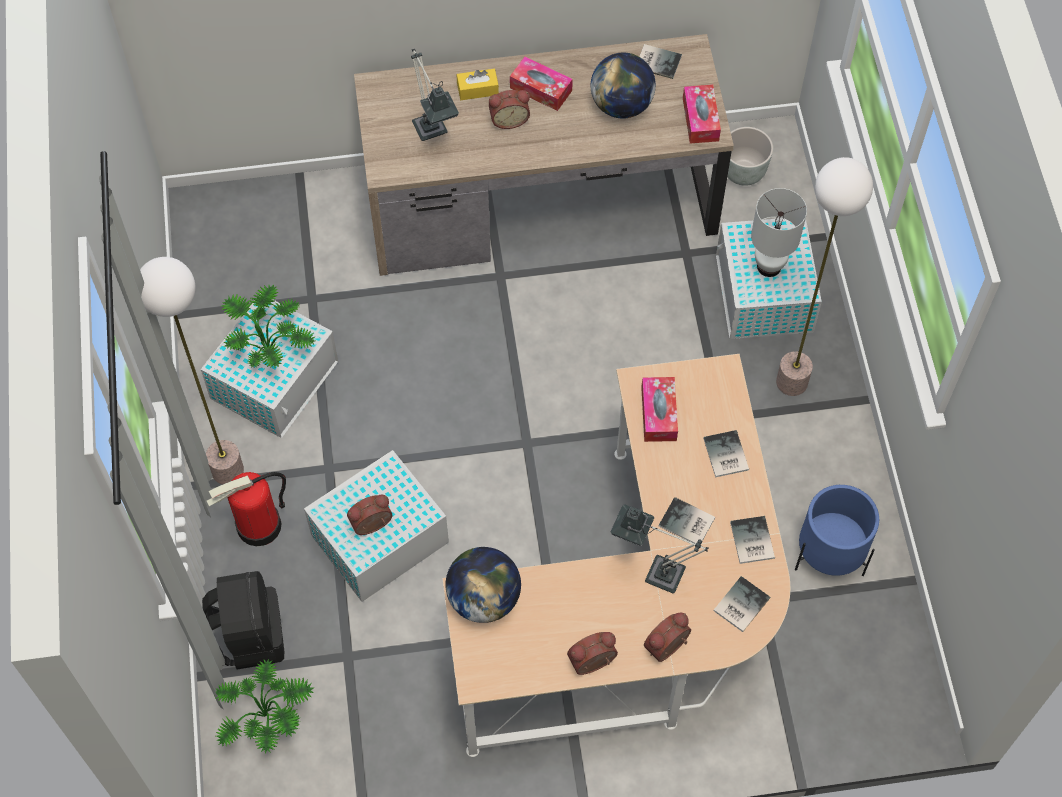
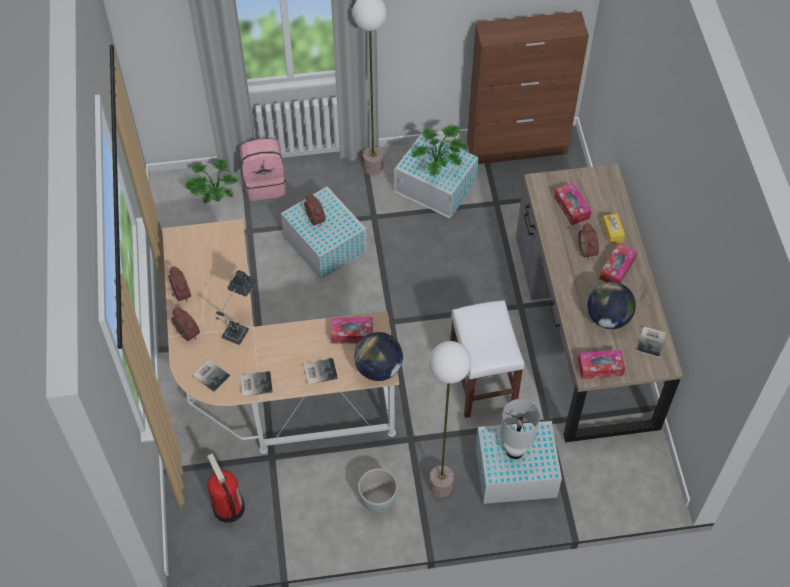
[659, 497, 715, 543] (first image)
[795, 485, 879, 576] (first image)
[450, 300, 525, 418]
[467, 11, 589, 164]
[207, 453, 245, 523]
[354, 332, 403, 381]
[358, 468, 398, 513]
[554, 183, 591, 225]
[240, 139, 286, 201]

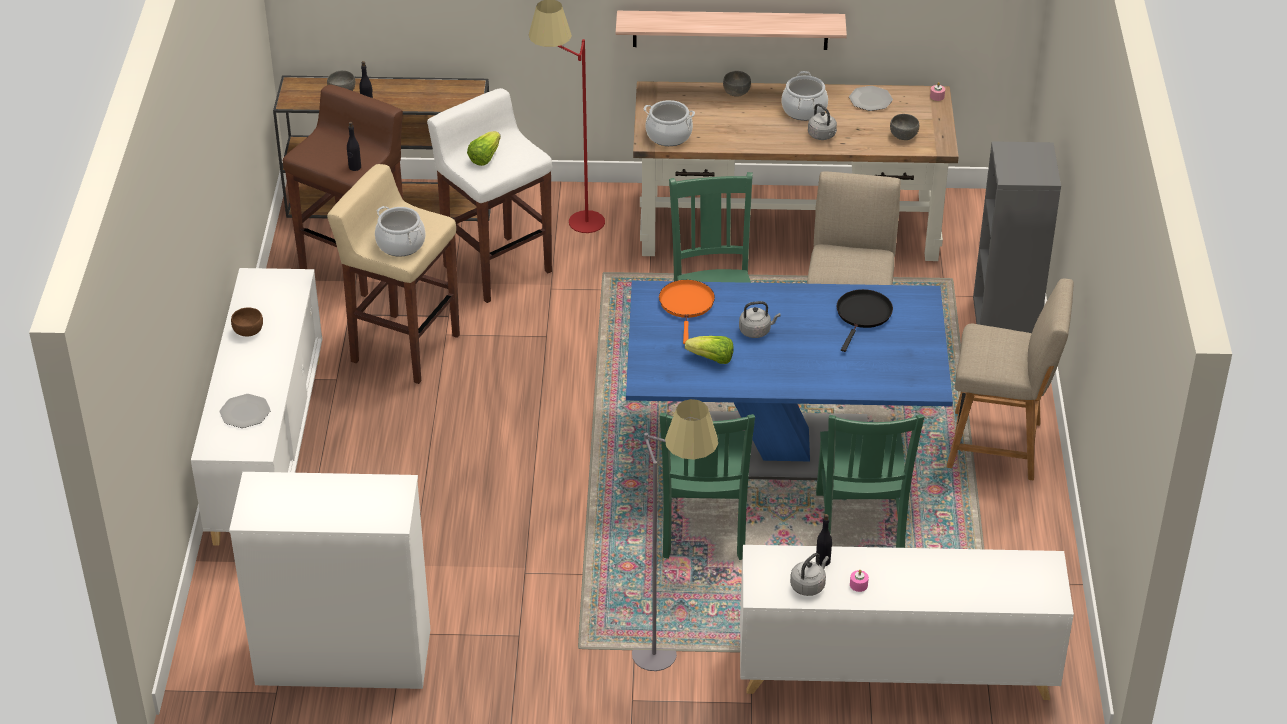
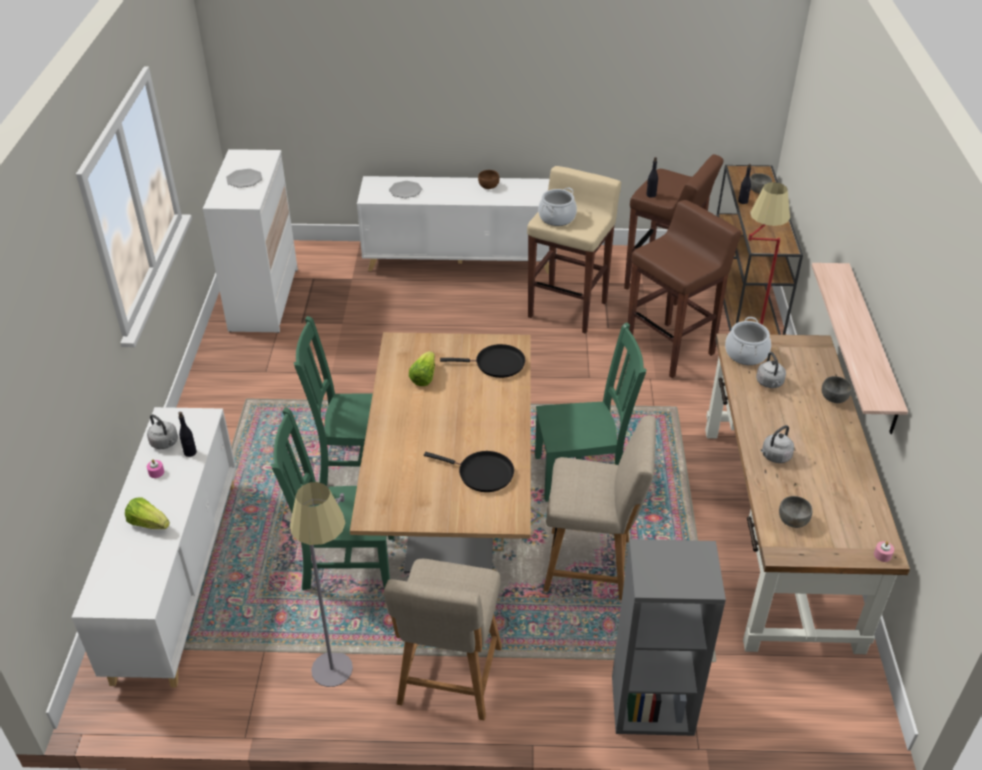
[782, 71, 828, 121] (first image)
[125, 498, 170, 529]
[290, 482, 353, 687]
[756, 352, 786, 388]
[226, 169, 262, 188]
[628, 200, 742, 378]
[350, 332, 531, 573]
[440, 344, 525, 378]

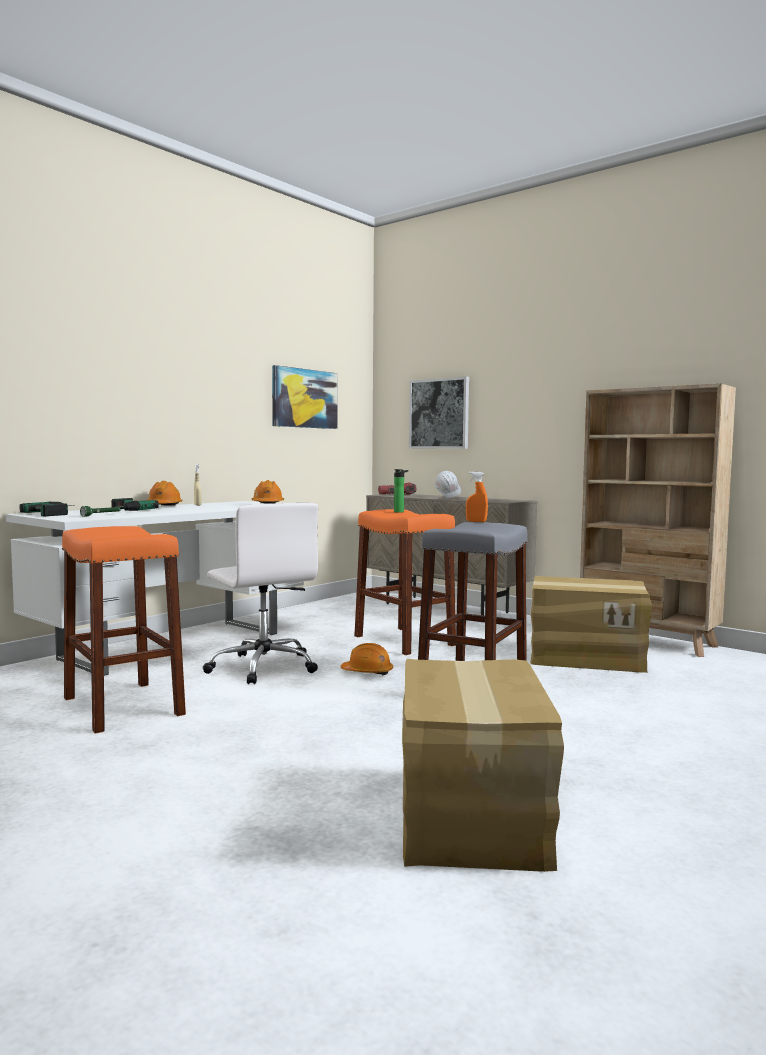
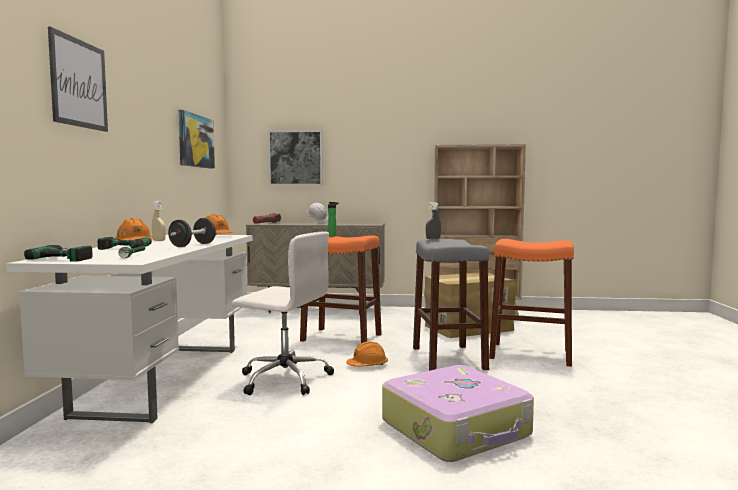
[402, 659, 564, 872] (first image)
[48, 27, 108, 132]
[168, 218, 216, 247]
[382, 365, 534, 462]
[489, 239, 574, 367]
[426, 202, 441, 239]

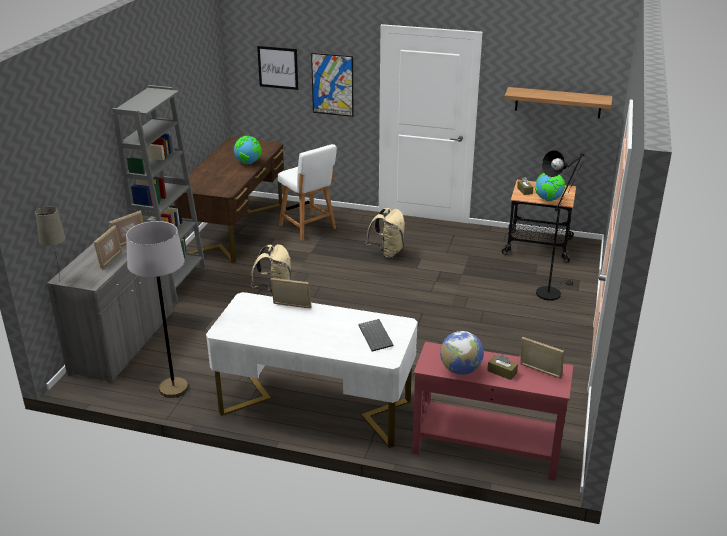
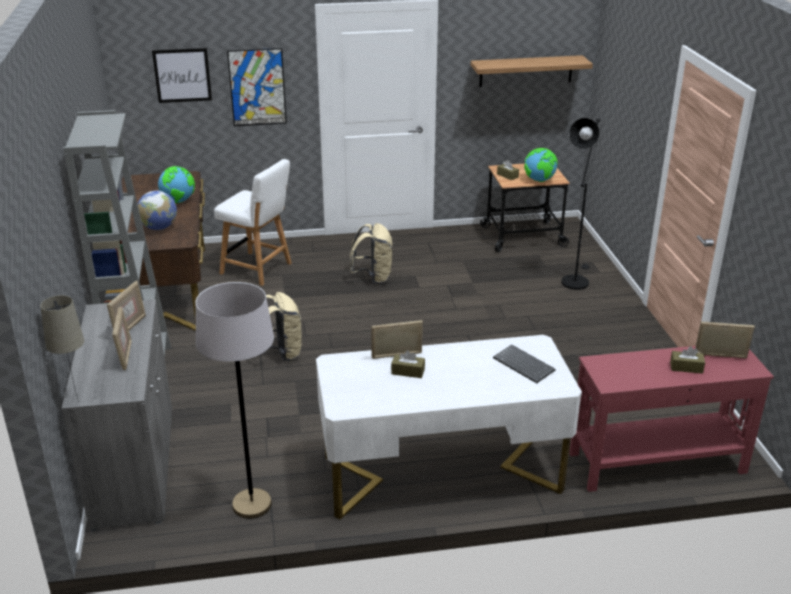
[391, 350, 425, 378]
[138, 191, 177, 230]

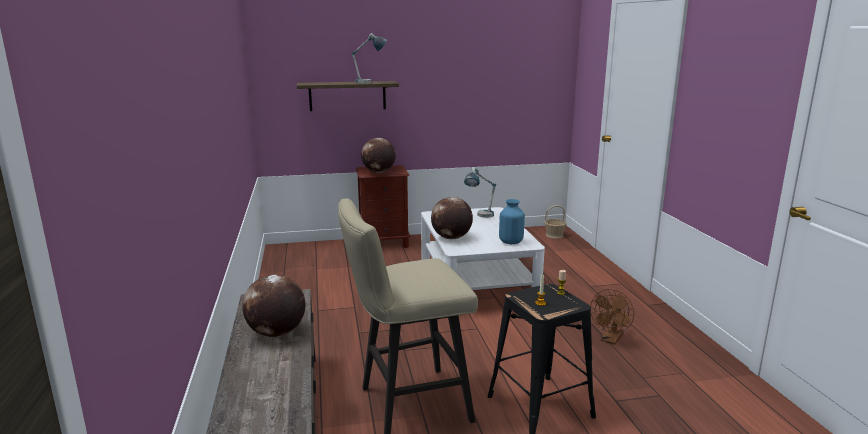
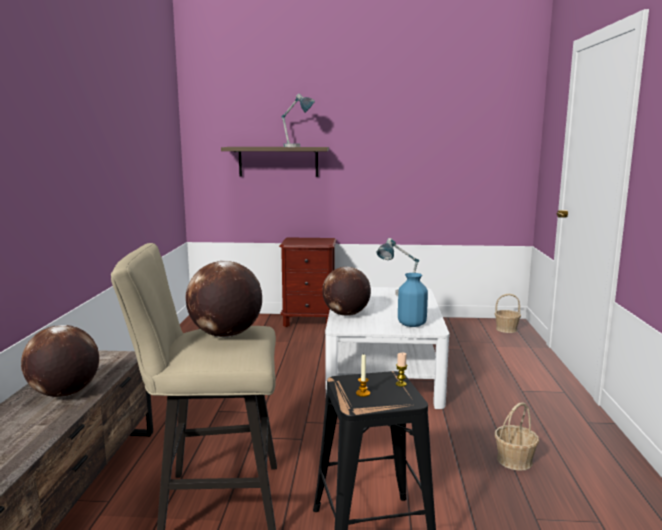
[185, 261, 262, 337]
[495, 402, 539, 471]

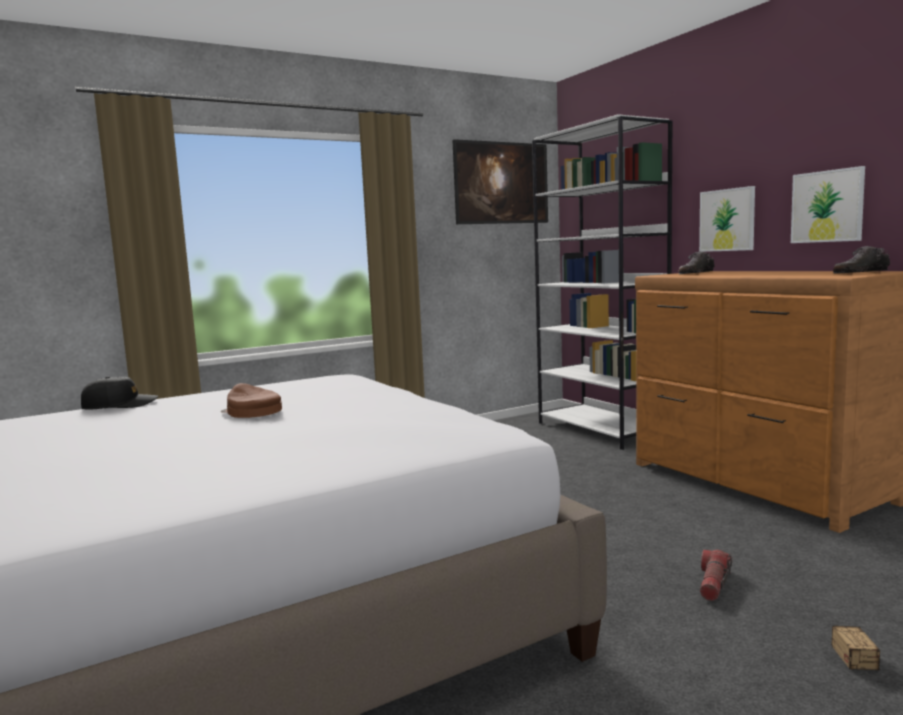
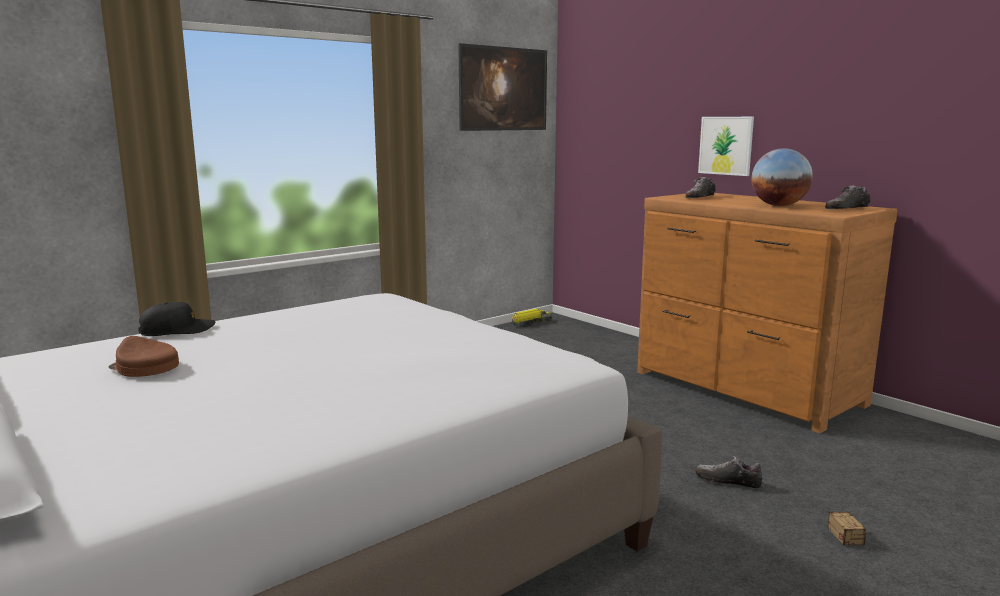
[532, 114, 672, 450] (first image)
[791, 166, 865, 243] (first image)
[511, 309, 552, 327]
[751, 148, 813, 206]
[108, 336, 179, 377]
[696, 456, 762, 488]

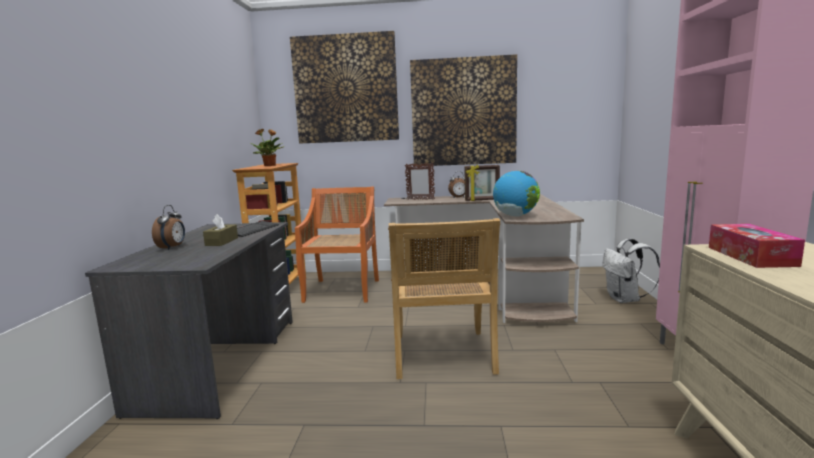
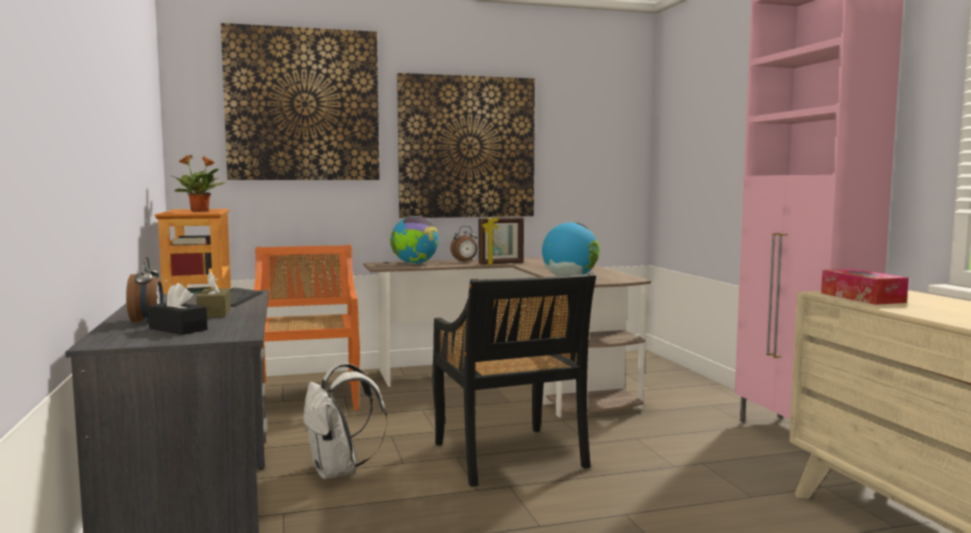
[148, 283, 207, 335]
[303, 363, 387, 480]
[390, 216, 439, 264]
[432, 273, 596, 487]

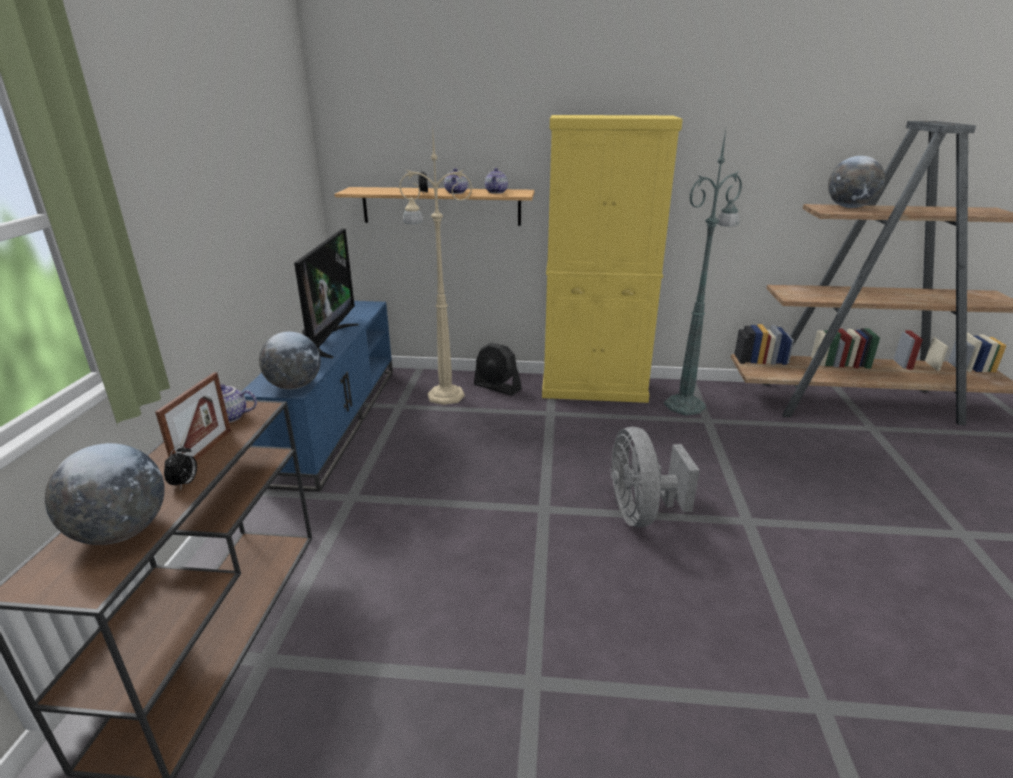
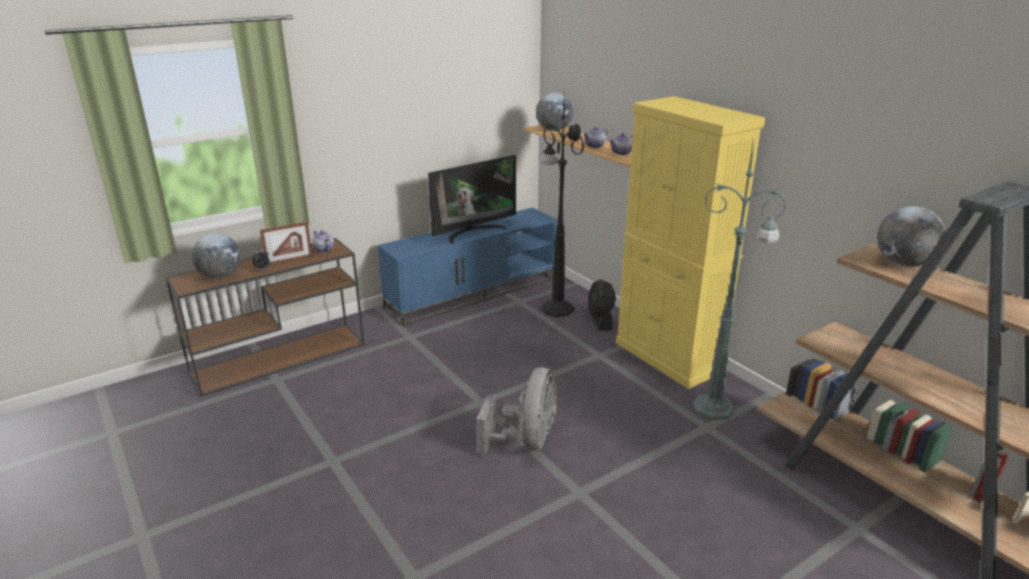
[536, 93, 573, 131]
[541, 92, 584, 317]
[476, 367, 556, 455]

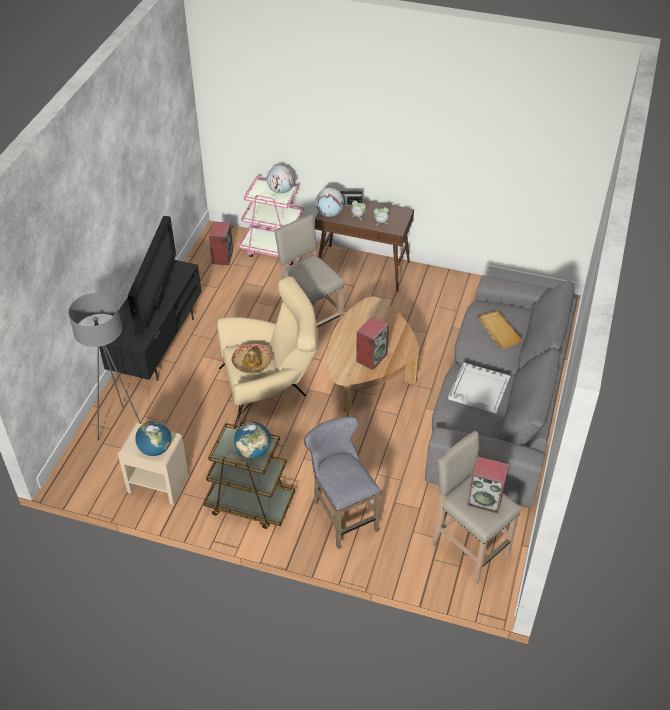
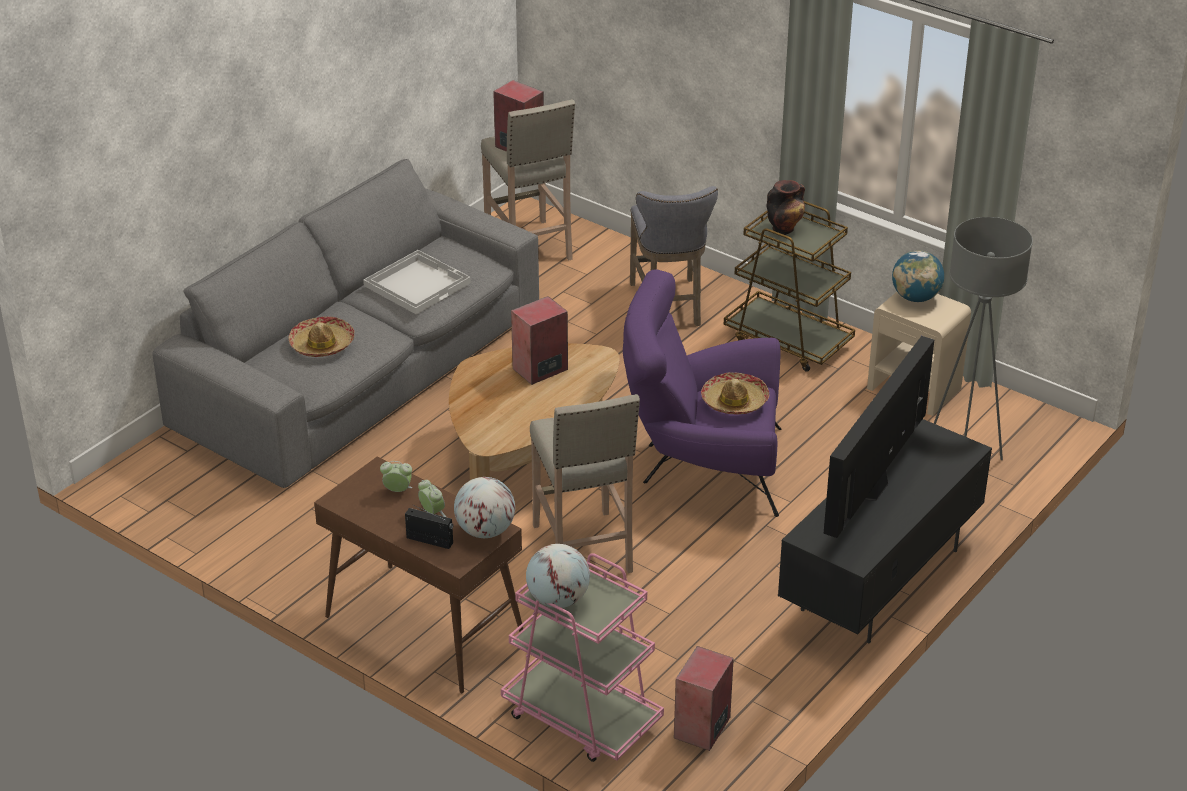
[766, 180, 805, 235]
[289, 317, 355, 357]
[623, 269, 782, 517]

